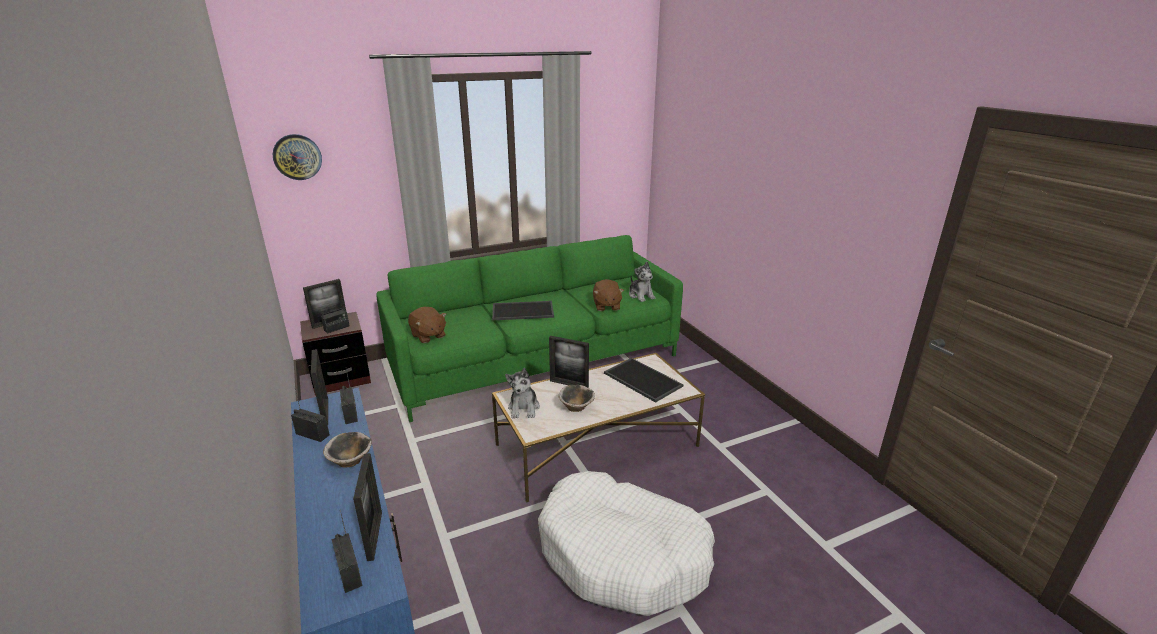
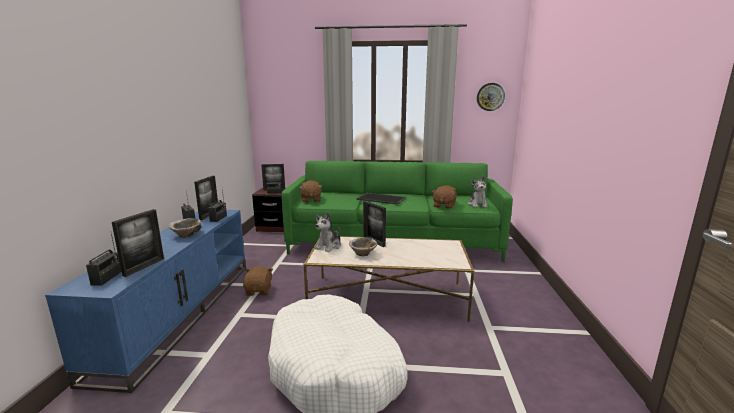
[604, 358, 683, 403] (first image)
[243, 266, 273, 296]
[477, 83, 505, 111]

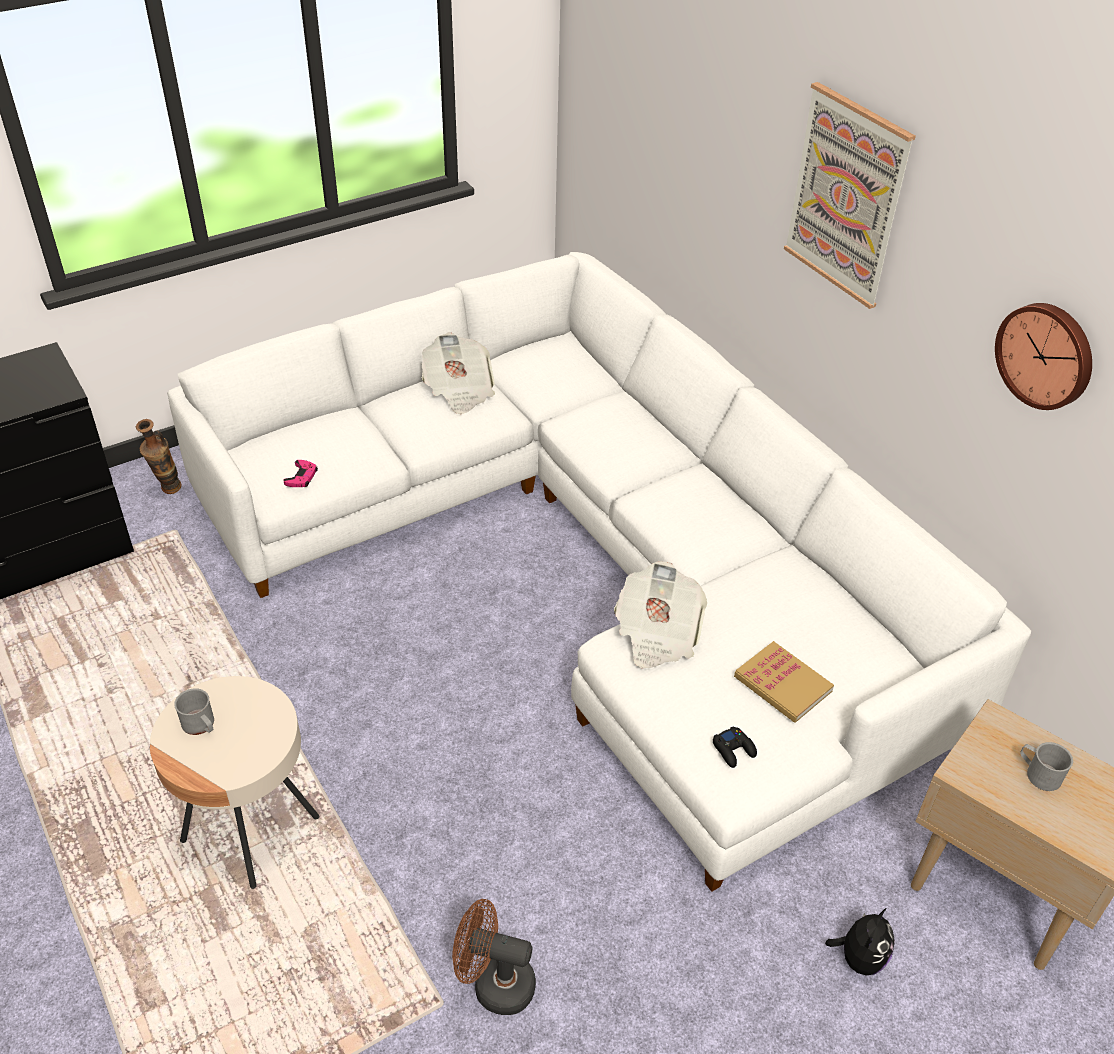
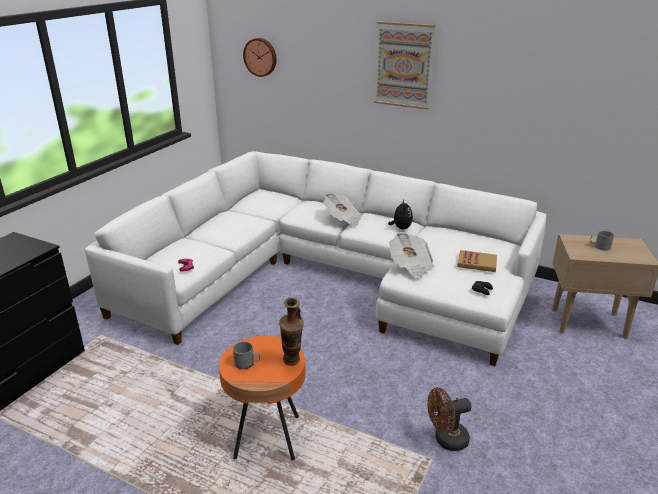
[279, 297, 304, 366]
[323, 193, 363, 226]
[388, 200, 413, 229]
[243, 38, 277, 77]
[219, 336, 305, 460]

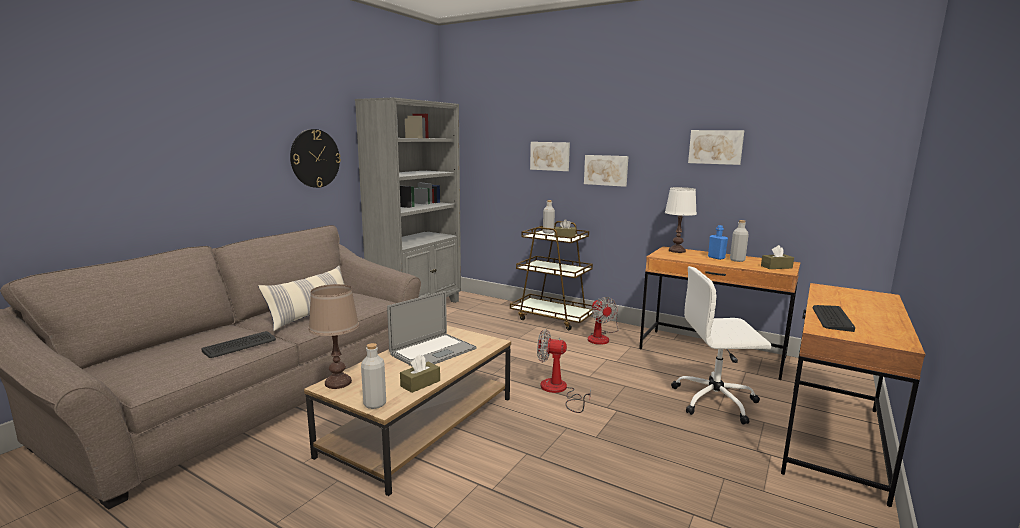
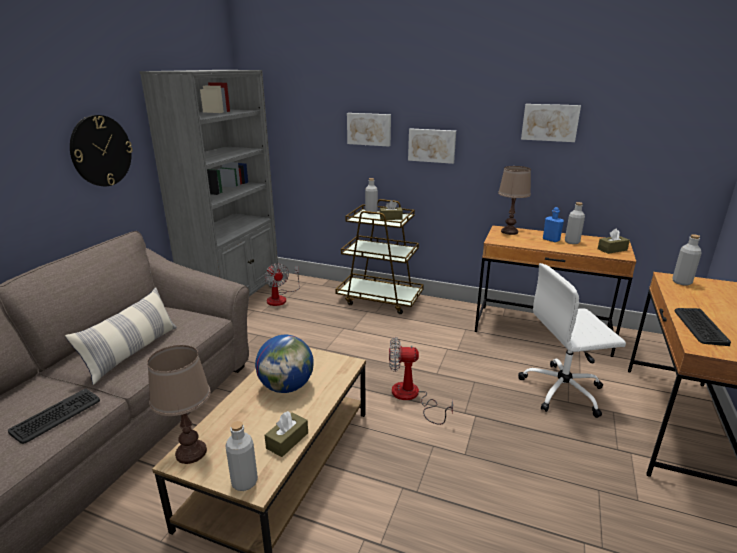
[673, 234, 702, 286]
[264, 263, 300, 306]
[255, 335, 314, 393]
[498, 166, 531, 235]

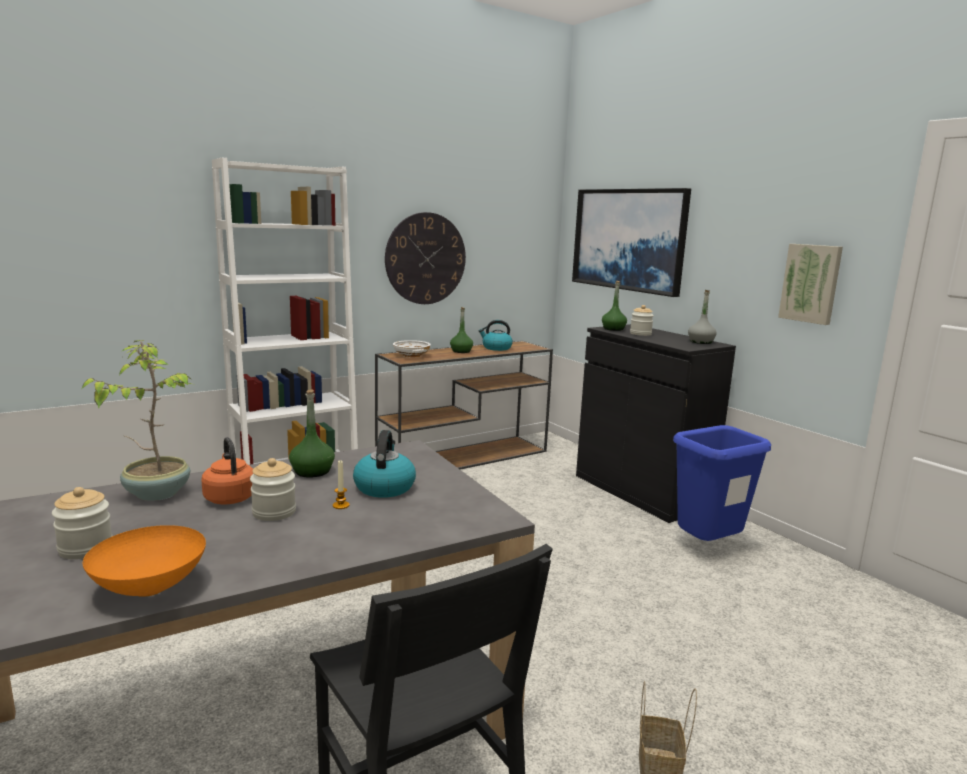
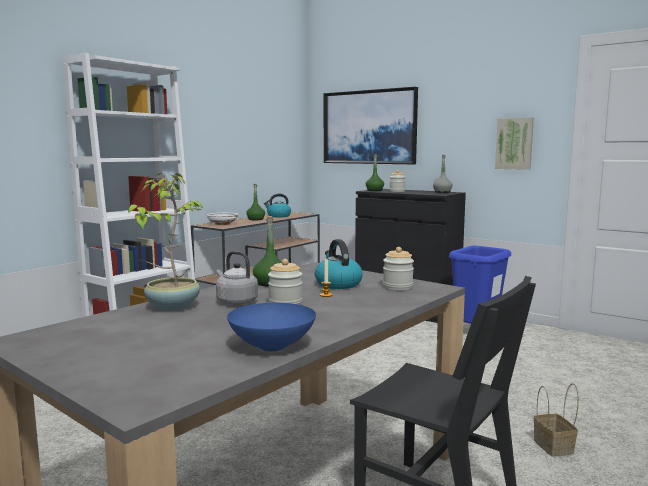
[385, 212, 466, 304] (first image)
[383, 247, 414, 290]
[227, 303, 316, 351]
[216, 251, 258, 305]

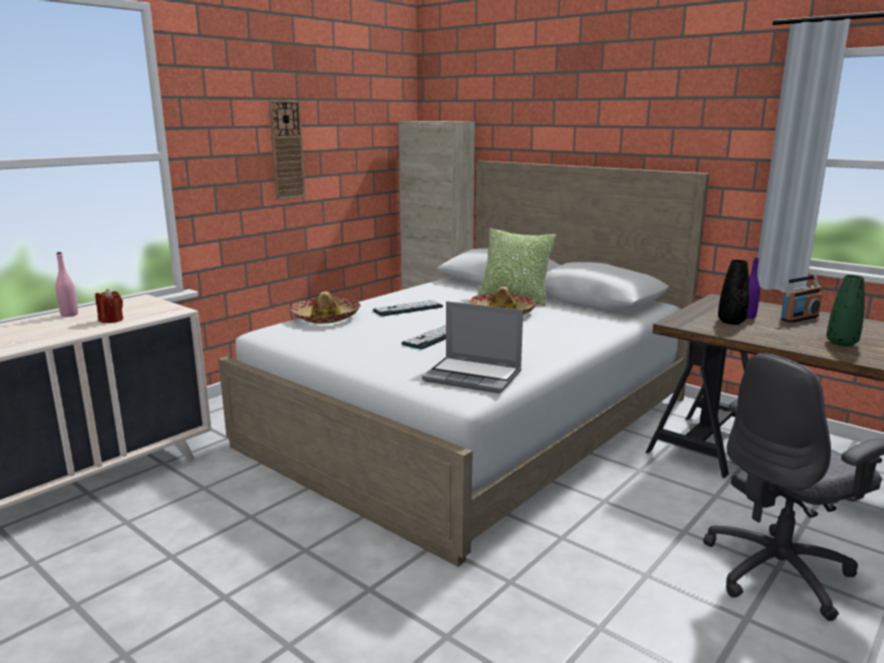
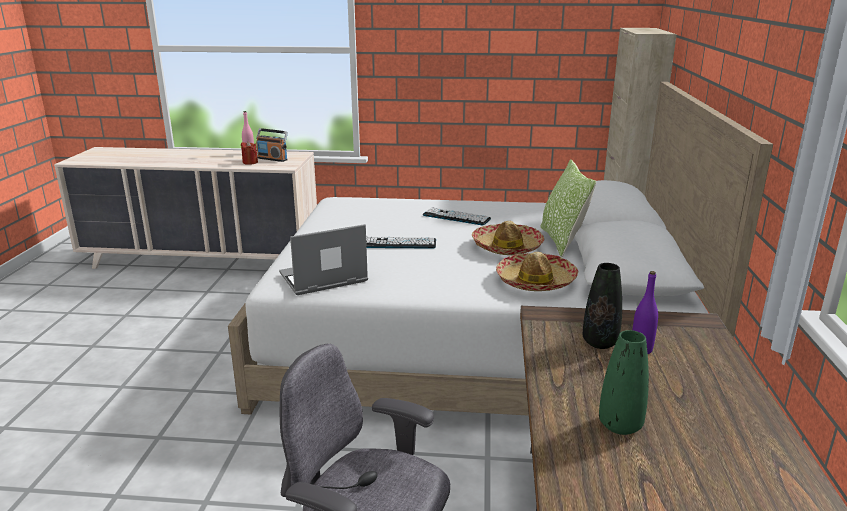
[269, 100, 306, 200] (first image)
[496, 252, 578, 291]
[256, 128, 288, 162]
[279, 224, 368, 295]

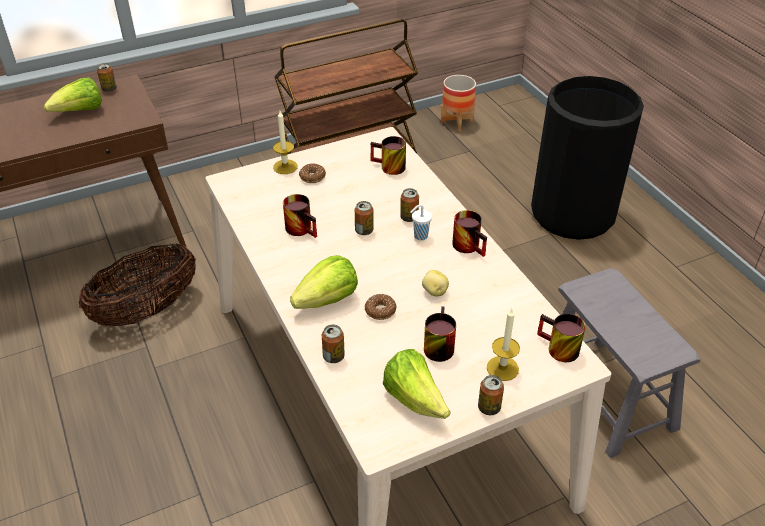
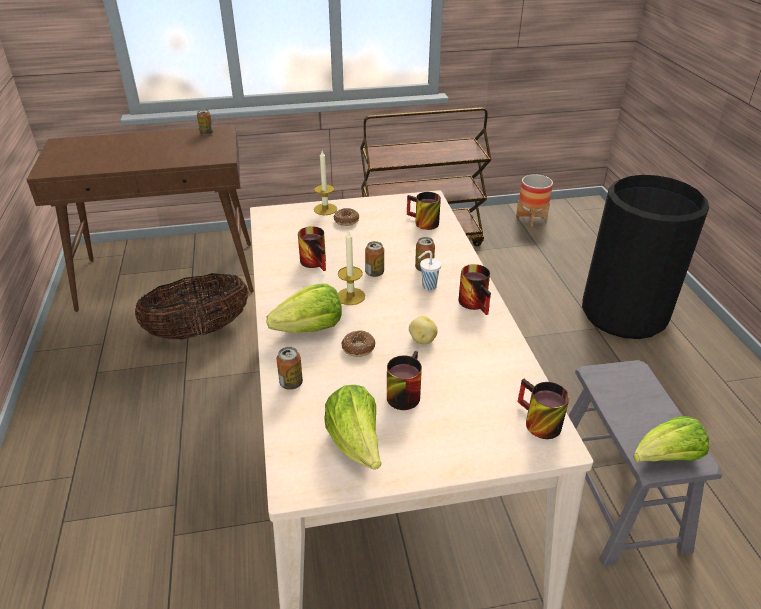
[478, 375, 504, 415] (first image)
[633, 416, 709, 462]
[338, 229, 365, 305]

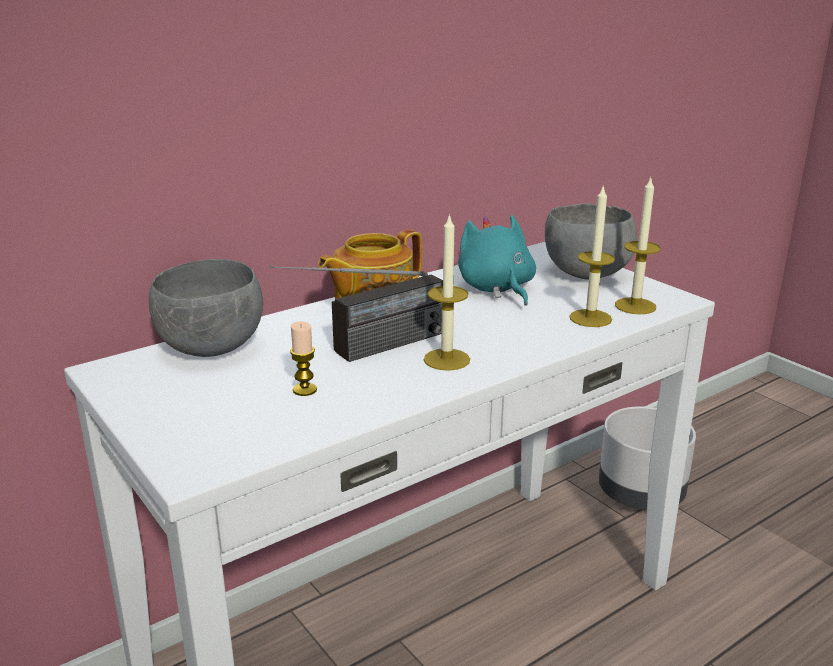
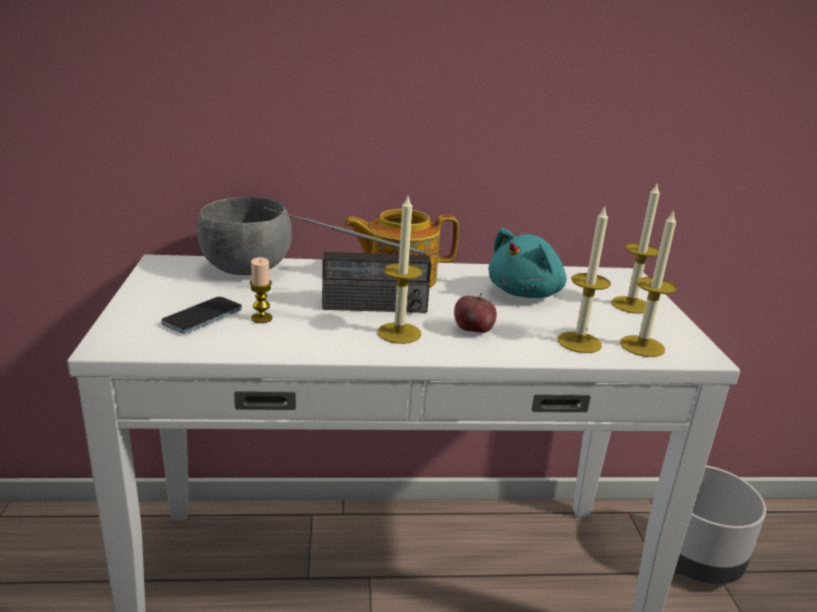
[161, 297, 242, 334]
[454, 293, 497, 333]
[611, 182, 660, 314]
[488, 228, 567, 298]

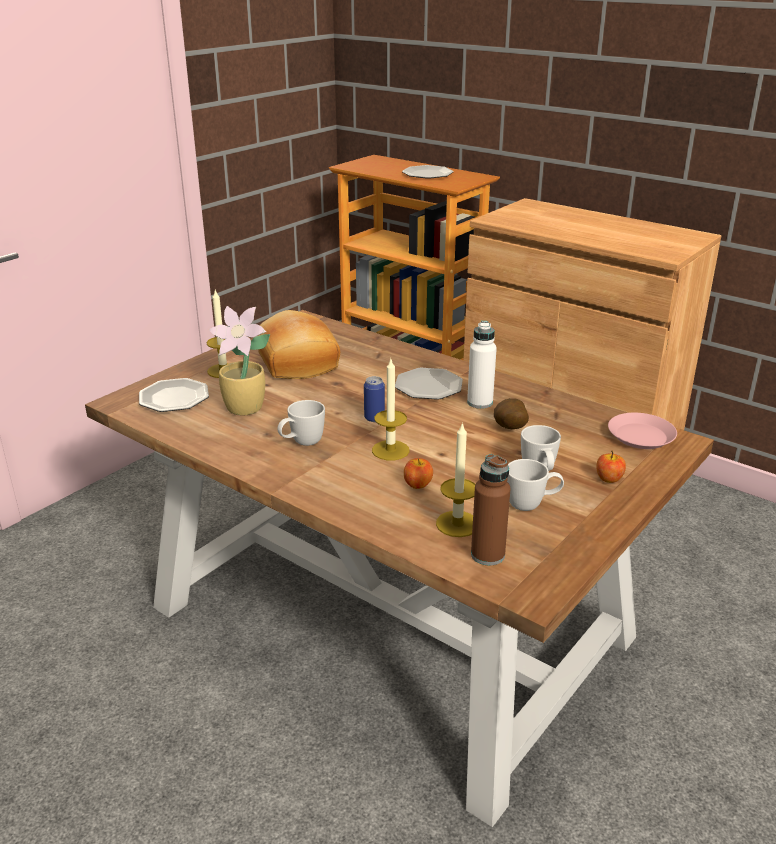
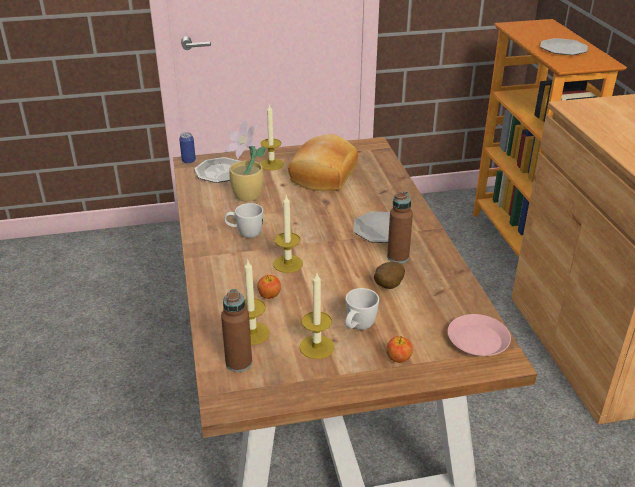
[179, 132, 196, 164]
[300, 273, 334, 359]
[387, 191, 413, 264]

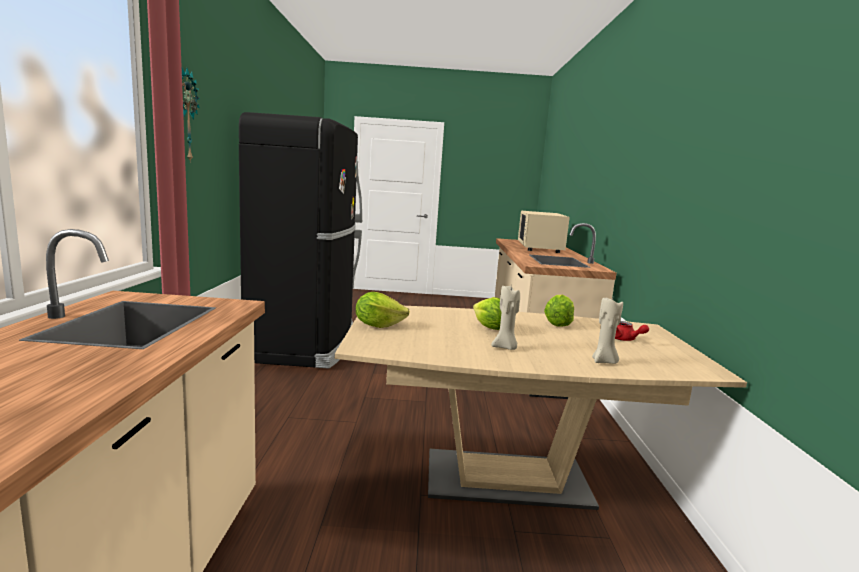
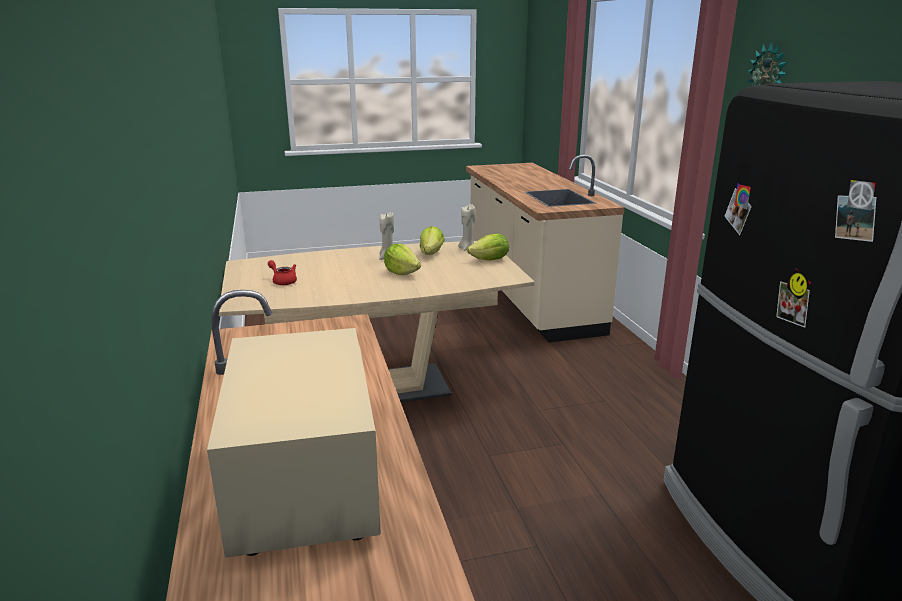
[420, 226, 445, 255]
[458, 204, 475, 251]

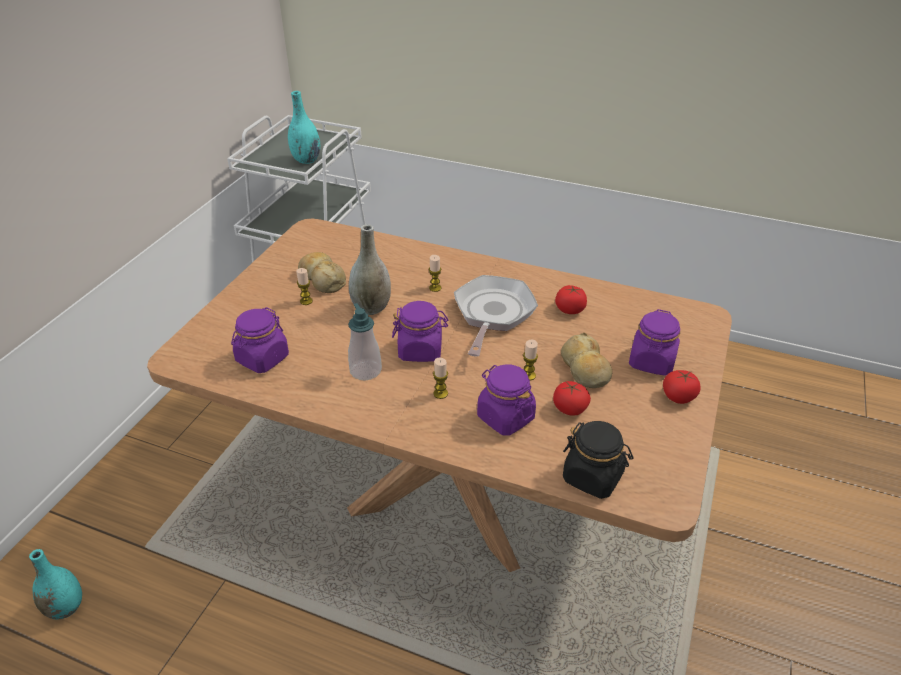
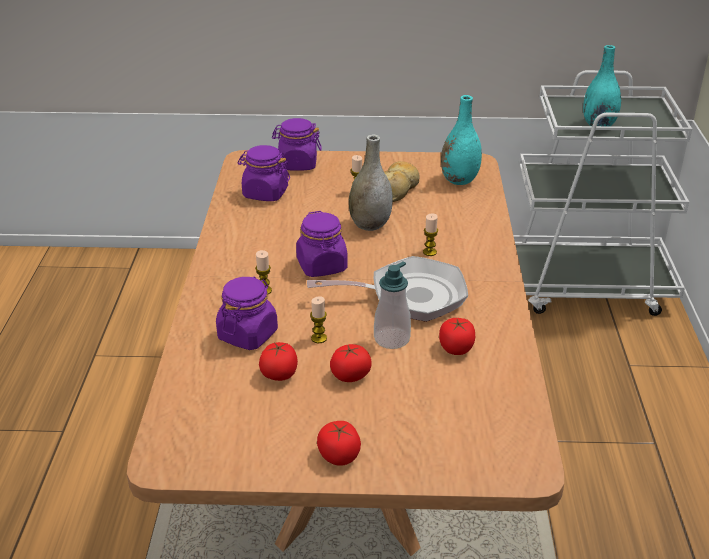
[563, 421, 633, 499] (first image)
[441, 95, 482, 185]
[374, 262, 411, 349]
[272, 118, 322, 171]
[330, 344, 372, 382]

